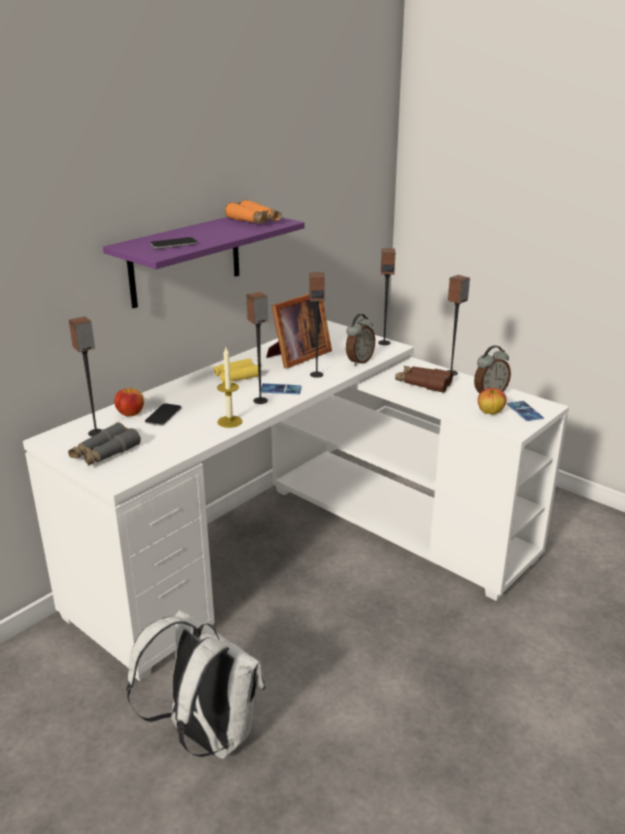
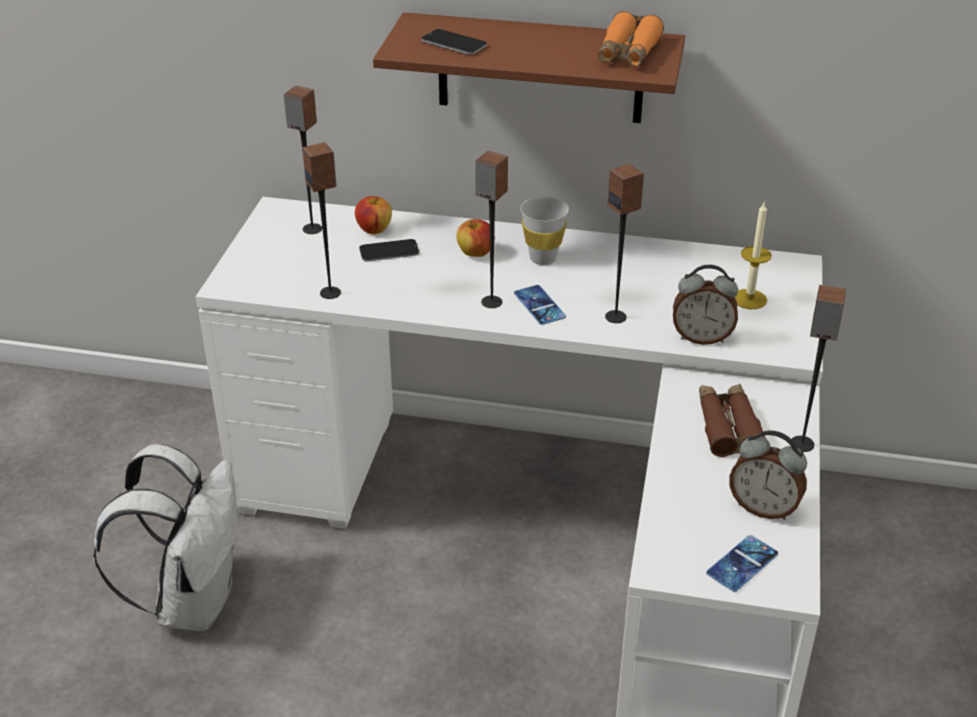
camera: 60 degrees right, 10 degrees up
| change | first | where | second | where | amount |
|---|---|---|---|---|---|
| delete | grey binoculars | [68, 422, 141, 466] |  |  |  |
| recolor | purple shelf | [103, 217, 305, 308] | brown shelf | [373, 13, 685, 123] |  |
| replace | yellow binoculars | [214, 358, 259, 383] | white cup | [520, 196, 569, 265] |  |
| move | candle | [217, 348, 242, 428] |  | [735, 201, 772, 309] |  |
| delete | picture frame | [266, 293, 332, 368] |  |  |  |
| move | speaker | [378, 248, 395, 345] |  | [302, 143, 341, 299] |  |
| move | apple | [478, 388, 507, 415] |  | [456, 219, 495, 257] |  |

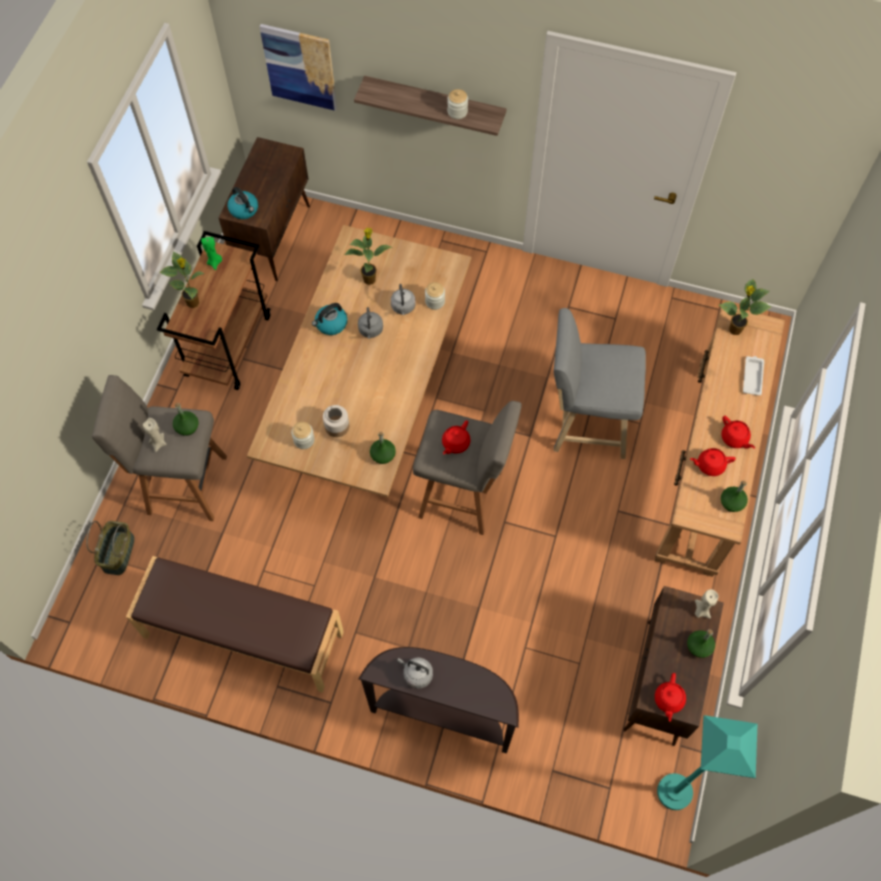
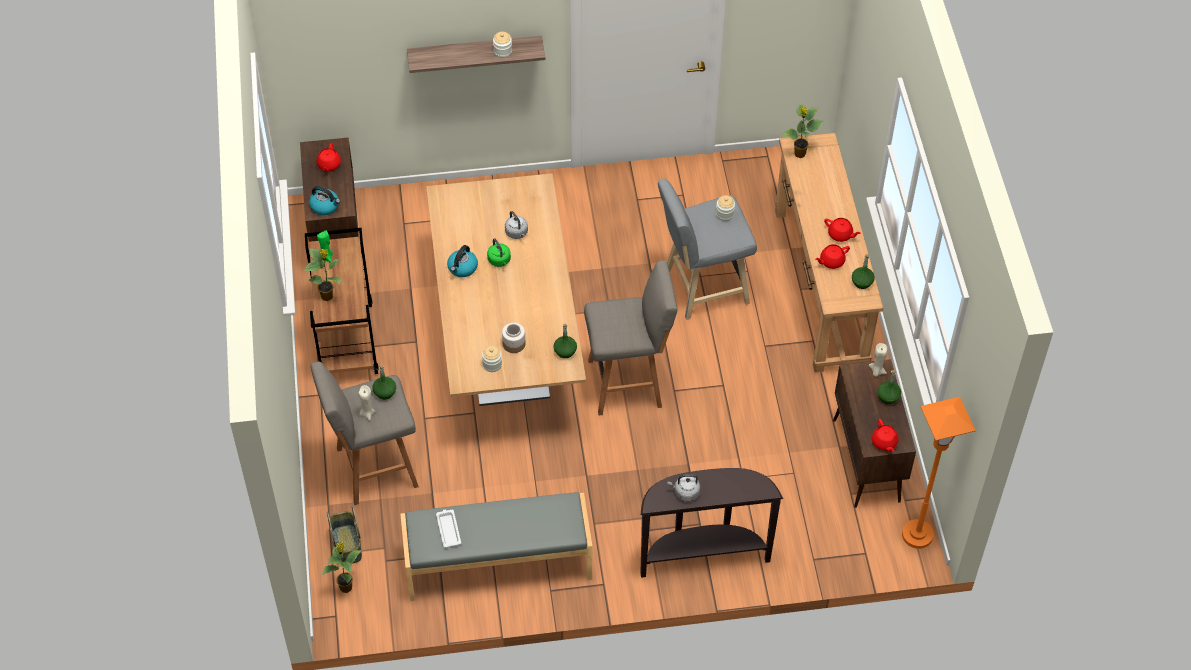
camera: 25 degrees left, 10 degrees down
| change | first | where | second | where | amount |
|---|---|---|---|---|---|
| recolor | brown bench | [126, 556, 344, 693] | grey bench | [400, 492, 592, 601] |  |
| delete | picture | [259, 24, 337, 111] |  |  |  |
| move | potted plant | [344, 228, 392, 285] |  | [322, 542, 362, 593] |  |
| recolor | grey kettle | [358, 307, 383, 339] | green kettle | [487, 238, 511, 267] |  |
| move | jar | [425, 282, 445, 310] |  | [716, 195, 735, 221] |  |
| move | red teapot | [442, 420, 471, 454] |  | [316, 143, 341, 172] |  |
| recolor | turquoise floor lamp | [657, 715, 757, 810] | orange floor lamp | [902, 397, 976, 549] |  |
| move | white tray | [743, 356, 764, 396] |  | [436, 510, 461, 548] |  |

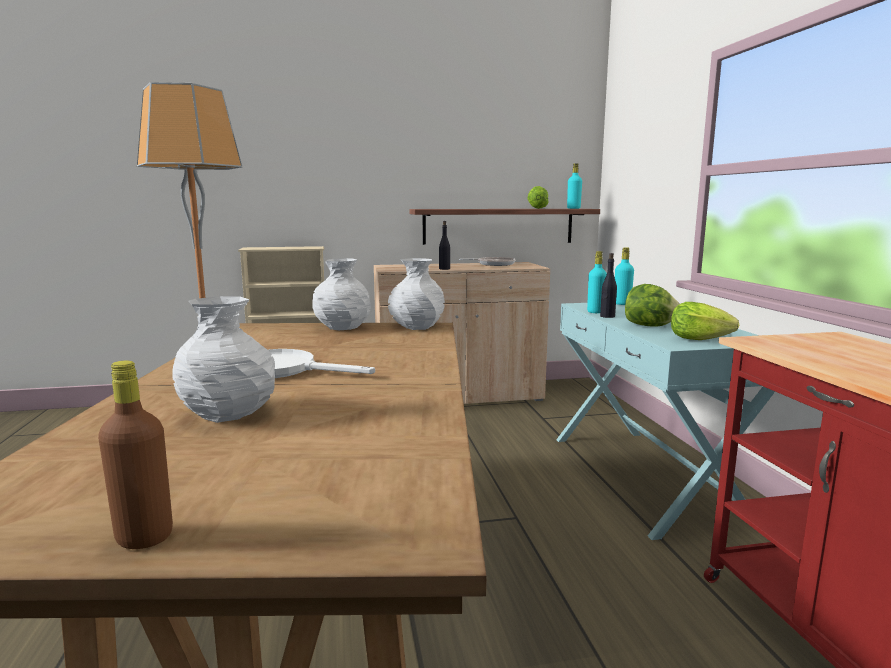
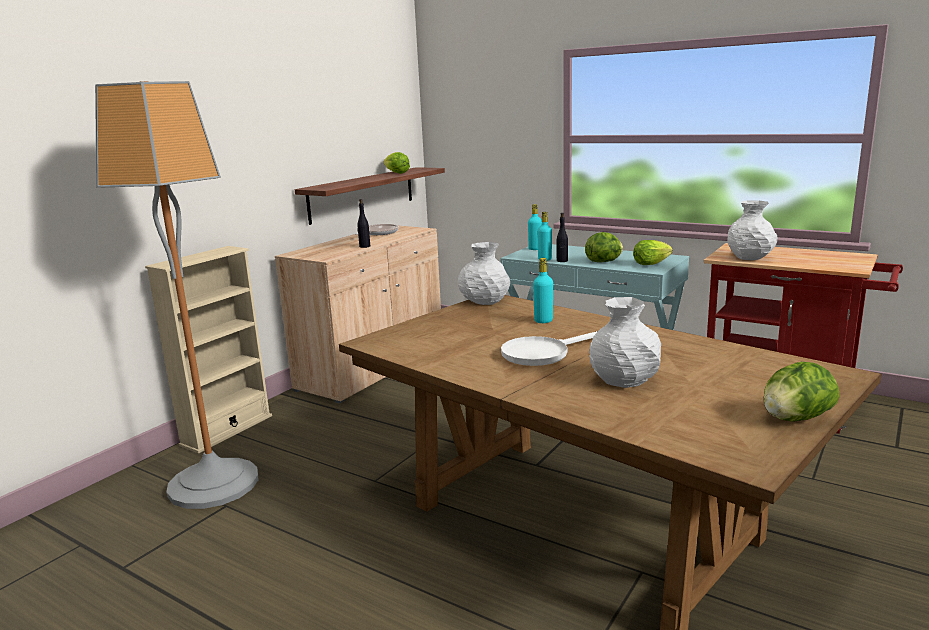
camera: 45 degrees left, 5 degrees up
| change | first | where | second | where | amount |
|---|---|---|---|---|---|
| replace | brown bottle | [98, 361, 173, 549] | lettuce | [764, 362, 840, 421] |  |
| move | white vase | [312, 258, 371, 330] |  | [727, 200, 778, 260] |  |
| move | turquoise bottle | [567, 163, 582, 209] |  | [533, 258, 553, 323] |  |

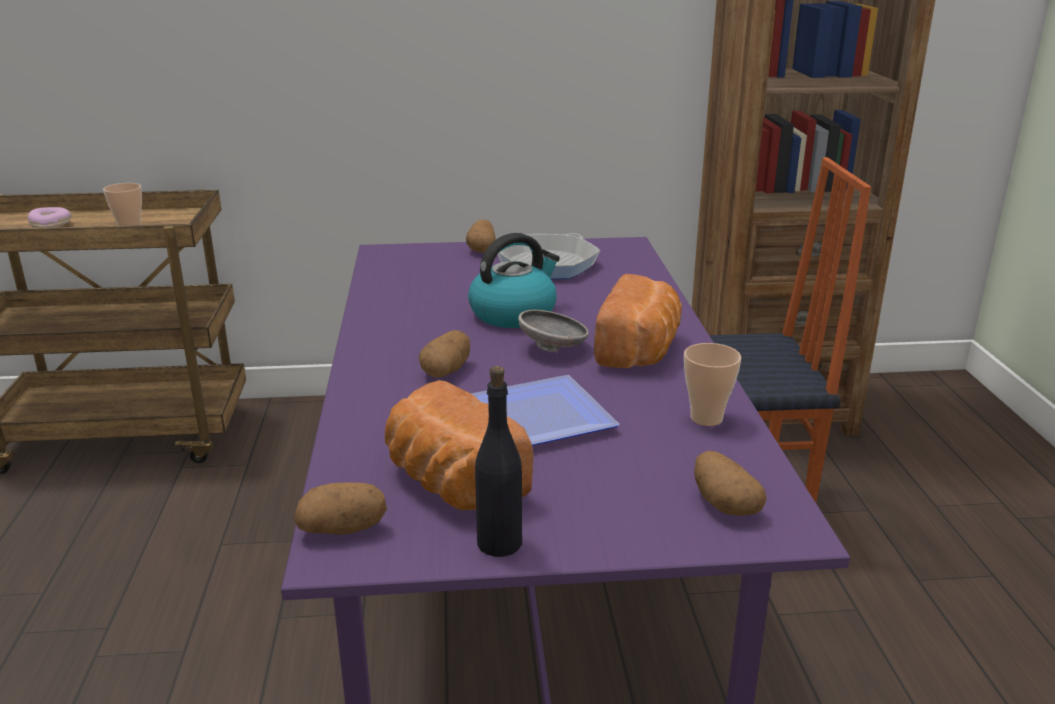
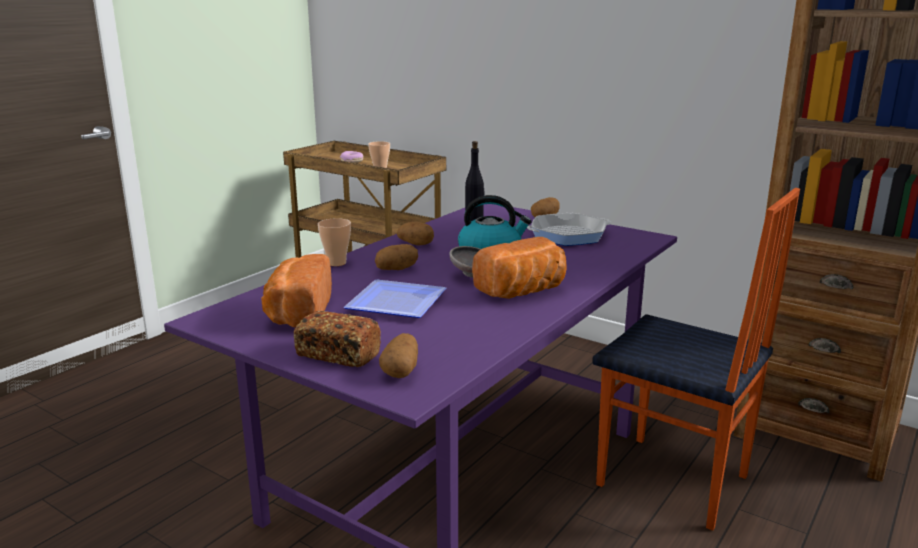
camera: 40 degrees right, 5 degrees down
| change | first | where | second | where | amount |
|---|---|---|---|---|---|
| move | potato | [294, 483, 387, 535] |  | [397, 222, 434, 246] |  |
| move | black bottle | [475, 366, 522, 557] |  | [465, 141, 484, 221] |  |
| move | cup | [684, 343, 741, 426] |  | [318, 218, 351, 266] |  |
| insert |  |  | bread | [294, 311, 381, 367] |  |

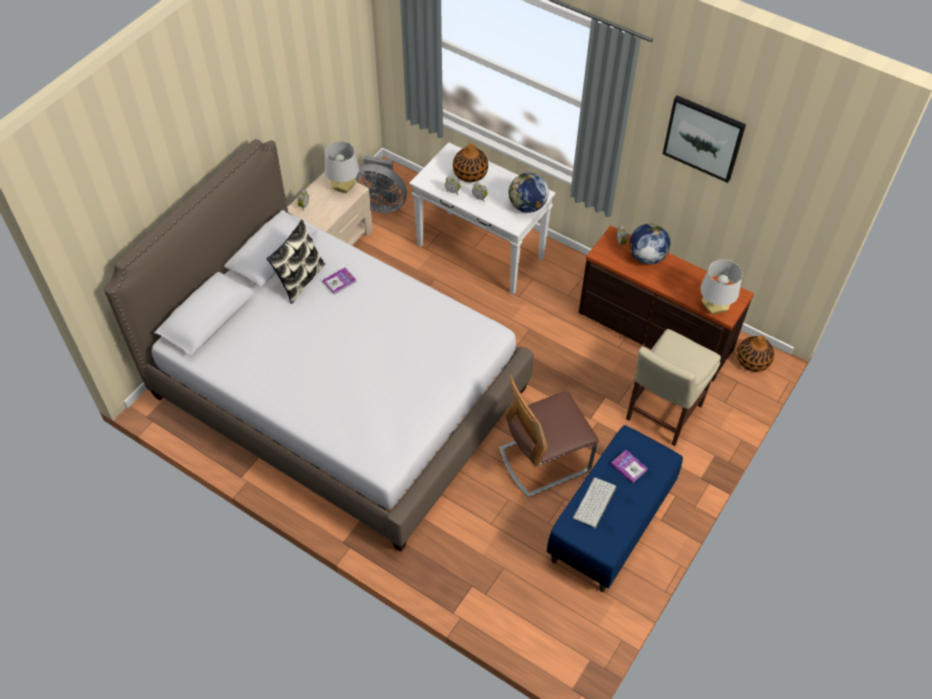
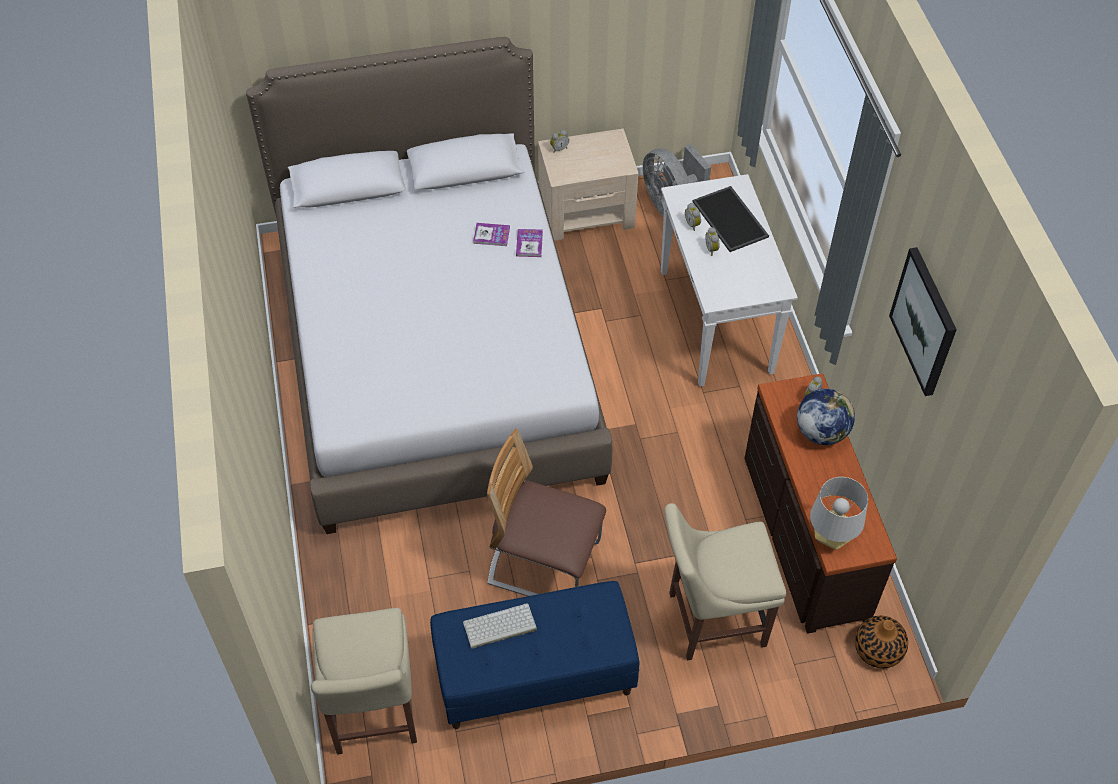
camera: 45 degrees right, 0 degrees up
| change | first | where | second | where | amount |
|---|---|---|---|---|---|
| delete | pillow | [267, 220, 325, 304] |  |  |  |
| delete | grey table lamp | [325, 141, 359, 193] |  |  |  |
| replace | vase | [453, 143, 488, 182] | tray | [693, 186, 769, 252] |  |
| delete | globe | [508, 173, 549, 213] |  |  |  |
| move | book | [611, 450, 648, 483] |  | [516, 229, 543, 257] |  |
| insert |  |  | beige chair | [311, 608, 417, 755] |  |

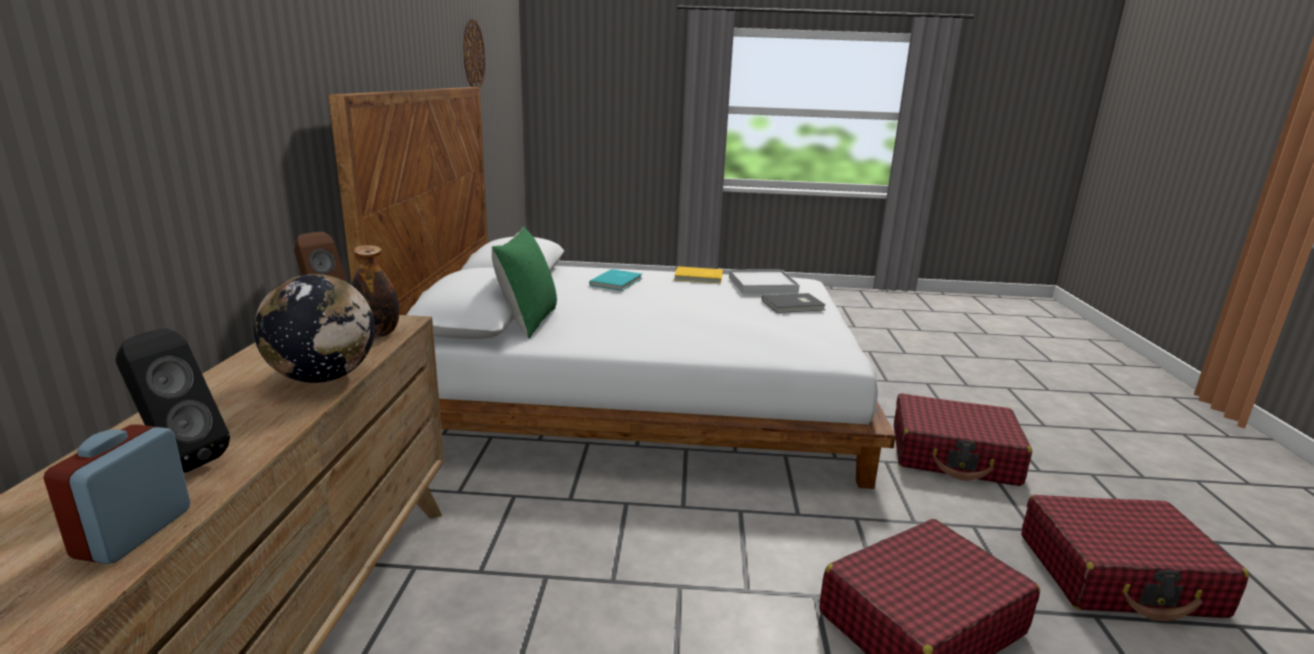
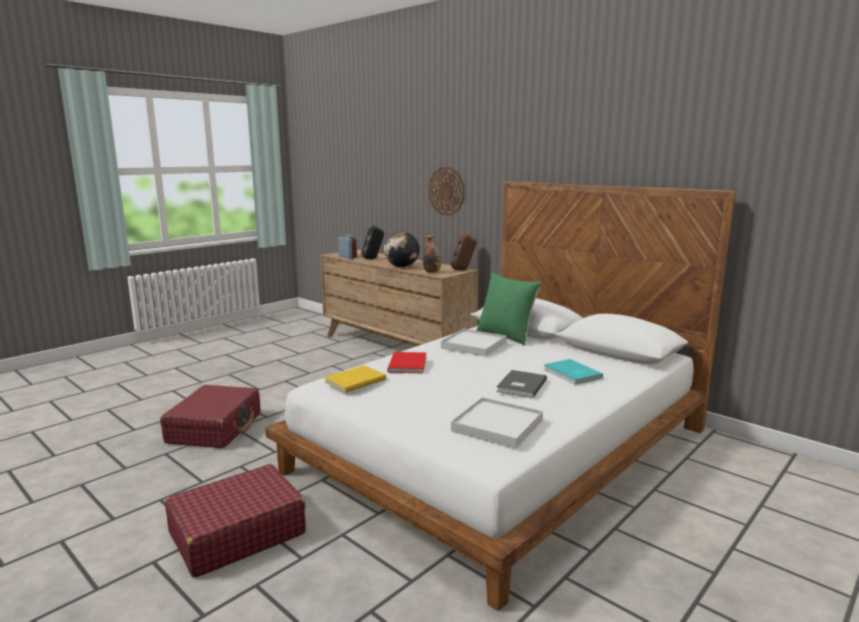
camera: 130 degrees right, 5 degrees down
| change | first | where | second | where | amount |
|---|---|---|---|---|---|
| move | wall clock | [463, 19, 485, 88] |  | [429, 167, 465, 216] |  |
| move | yellow book | [674, 266, 723, 284] |  | [324, 365, 386, 393] |  |
| move | grey book | [762, 293, 826, 313] |  | [496, 370, 547, 398] |  |
| delete | red suitcase | [1021, 495, 1249, 621] |  |  |  |
| insert |  |  | red book | [387, 352, 426, 373] |  |
| insert |  |  | white tray | [441, 329, 506, 357] |  |

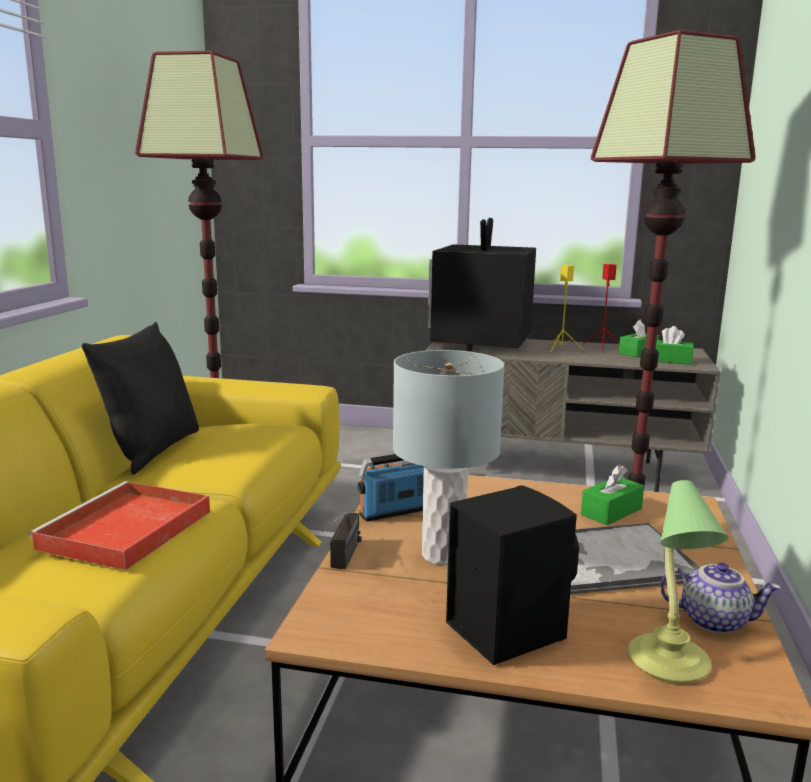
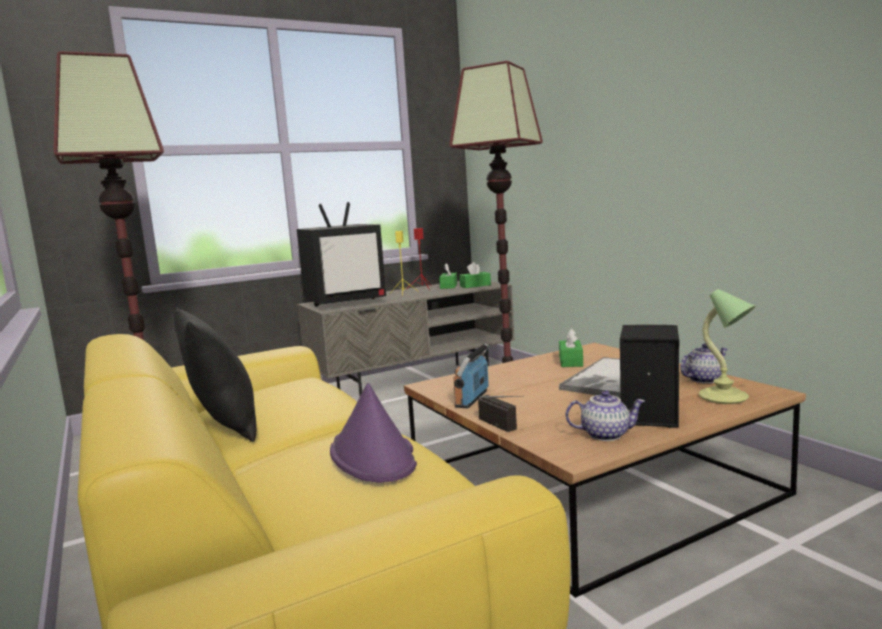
camera: 40 degrees left, 5 degrees down
| change | first | where | second | where | amount |
|---|---|---|---|---|---|
| replace | red tray | [28, 481, 210, 570] | purple hat | [330, 383, 417, 483] |  |
| delete | grey table lamp | [393, 350, 505, 565] |  |  |  |
| rotate | television | [428, 218, 536, 351] |  | [297, 202, 386, 307] | 90 degrees counterclockwise |
| insert |  |  | teapot | [566, 391, 645, 441] |  |

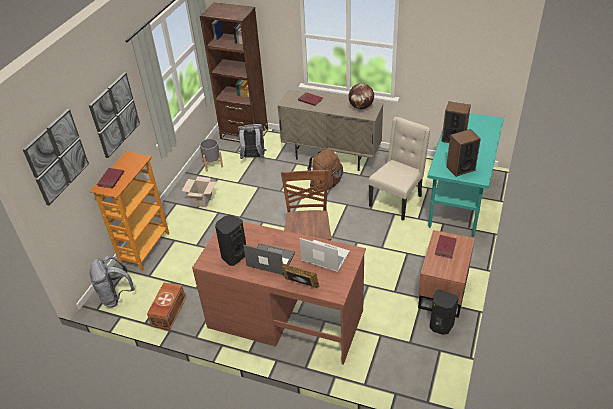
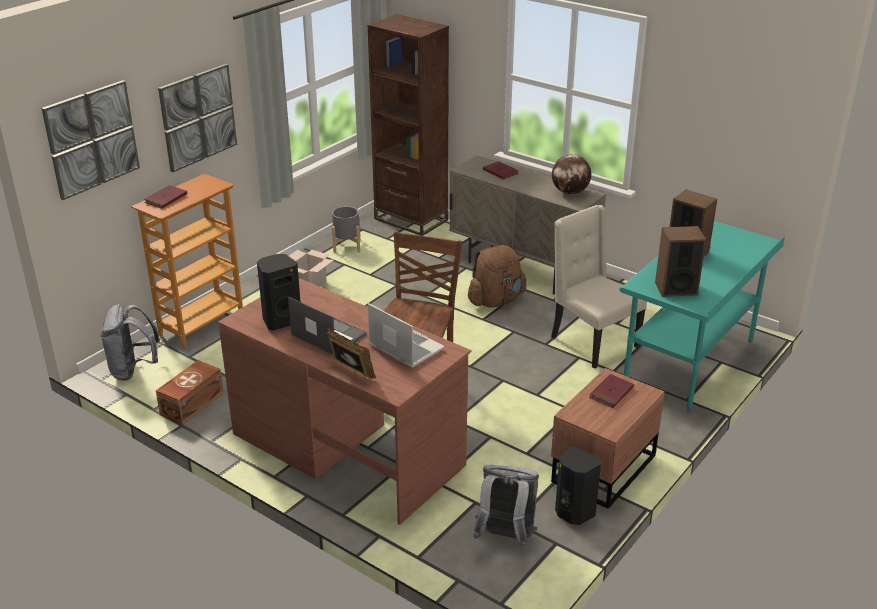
camera: 15 degrees right, 10 degrees down
| change | first | where | second | where | amount |
|---|---|---|---|---|---|
| move | grey backpack | [238, 124, 266, 159] |  | [474, 465, 539, 548] |  |
| rotate | beige chair | [368, 117, 431, 220] |  | [551, 205, 647, 369] | 90 degrees counterclockwise |

